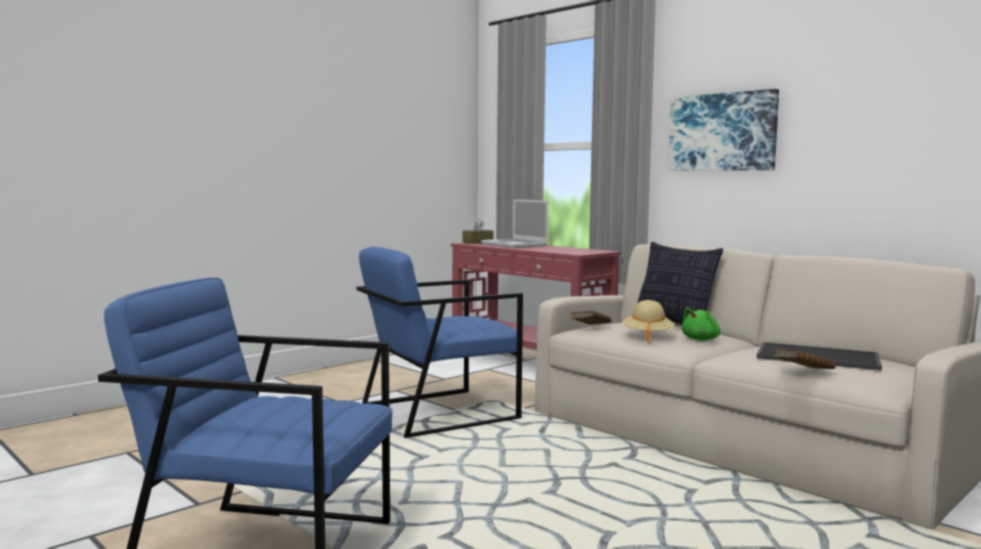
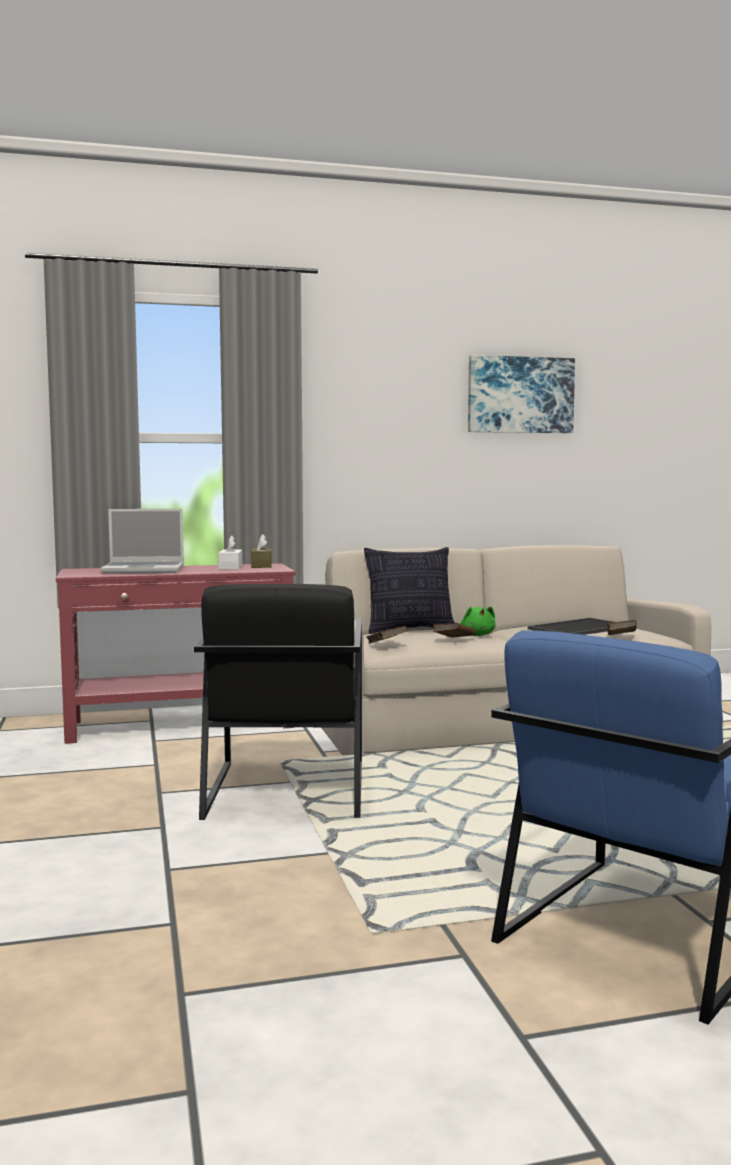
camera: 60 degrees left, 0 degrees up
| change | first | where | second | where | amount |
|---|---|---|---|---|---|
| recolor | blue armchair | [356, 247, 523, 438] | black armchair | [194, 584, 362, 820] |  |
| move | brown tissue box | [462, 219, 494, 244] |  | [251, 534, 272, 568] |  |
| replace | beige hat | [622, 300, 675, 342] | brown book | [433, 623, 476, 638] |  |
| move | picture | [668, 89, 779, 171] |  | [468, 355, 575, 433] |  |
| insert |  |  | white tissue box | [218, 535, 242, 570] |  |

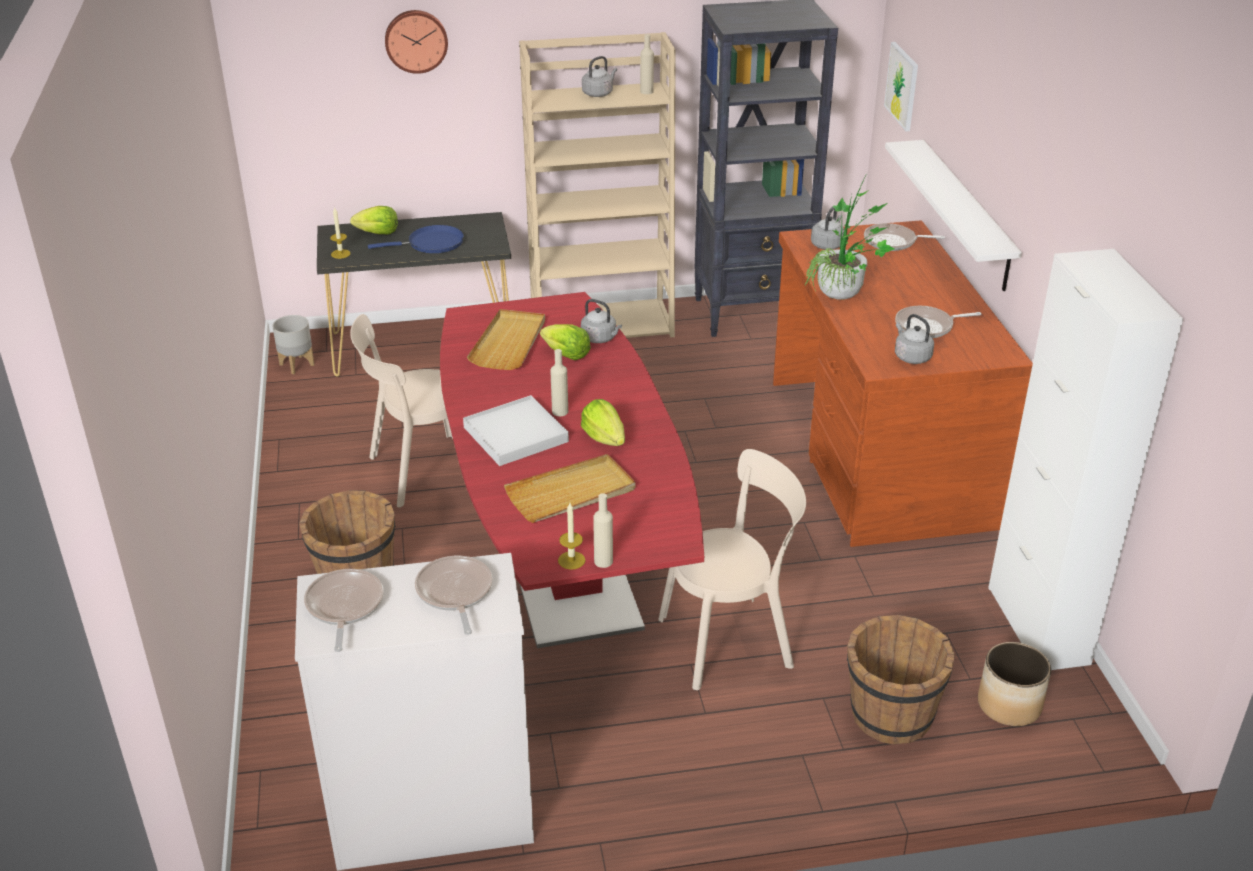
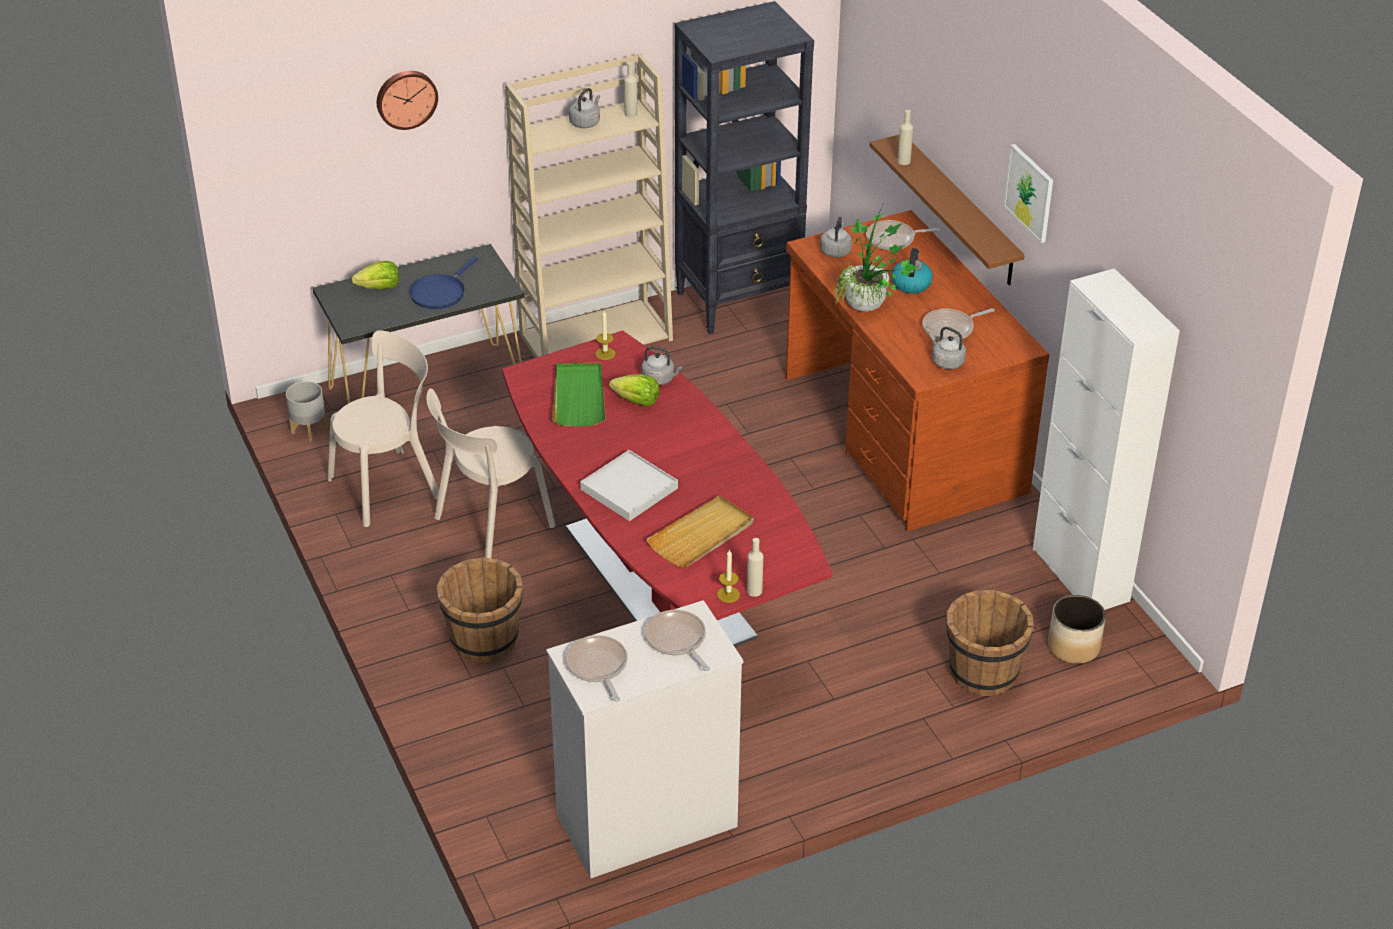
camera: 15 degrees left, 5 degrees up
| change | first | where | second | where | amount |
|---|---|---|---|---|---|
| move | candle | [330, 208, 351, 259] |  | [595, 311, 615, 360] |  |
| rotate | blue frying pan | [368, 225, 464, 253] |  | [409, 257, 478, 309] | 150 degrees clockwise |
| recolor | beige tray | [467, 309, 545, 370] | green tray | [552, 362, 606, 426] |  |
| move | beige bottle | [550, 349, 568, 416] |  | [897, 110, 913, 165] |  |
| delete | lettuce | [581, 399, 625, 446] |  |  |  |
| move | beige chair | [658, 449, 806, 690] |  | [327, 331, 439, 527] |  |
| move | picture | [884, 42, 918, 131] |  | [1004, 144, 1053, 243] |  |
| recolor | white shelf | [885, 140, 1022, 291] | brown shelf | [870, 135, 1024, 285] |  |
| insert |  |  | kettle | [891, 248, 933, 294] |  |

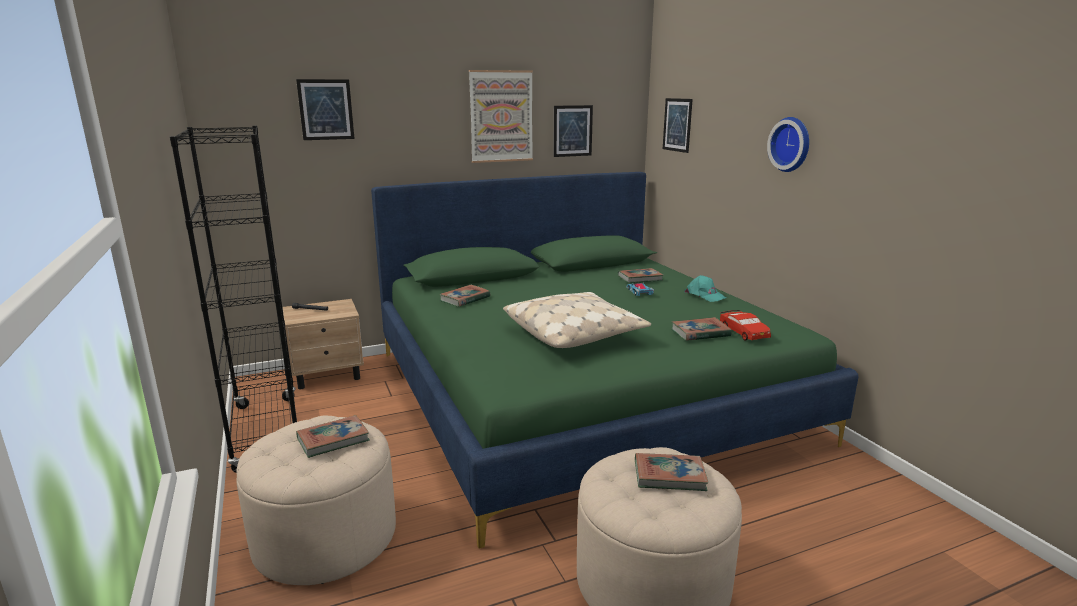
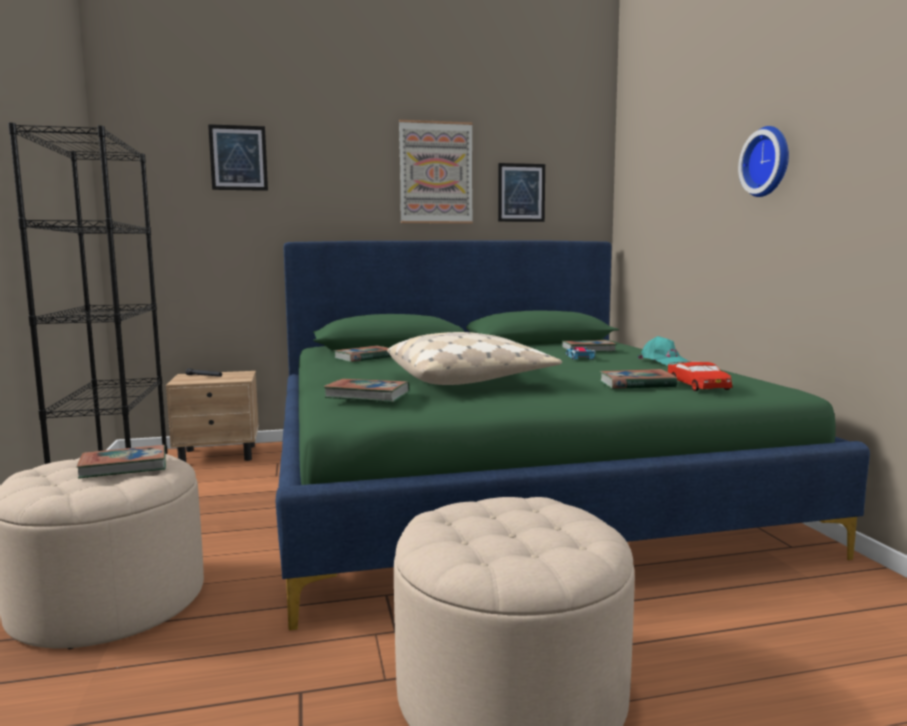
camera: 10 degrees right, 10 degrees down
| change | first | where | second | where | amount |
|---|---|---|---|---|---|
| move | book | [635, 453, 708, 491] |  | [324, 379, 409, 402] |  |
| delete | picture | [663, 98, 693, 153] |  |  |  |

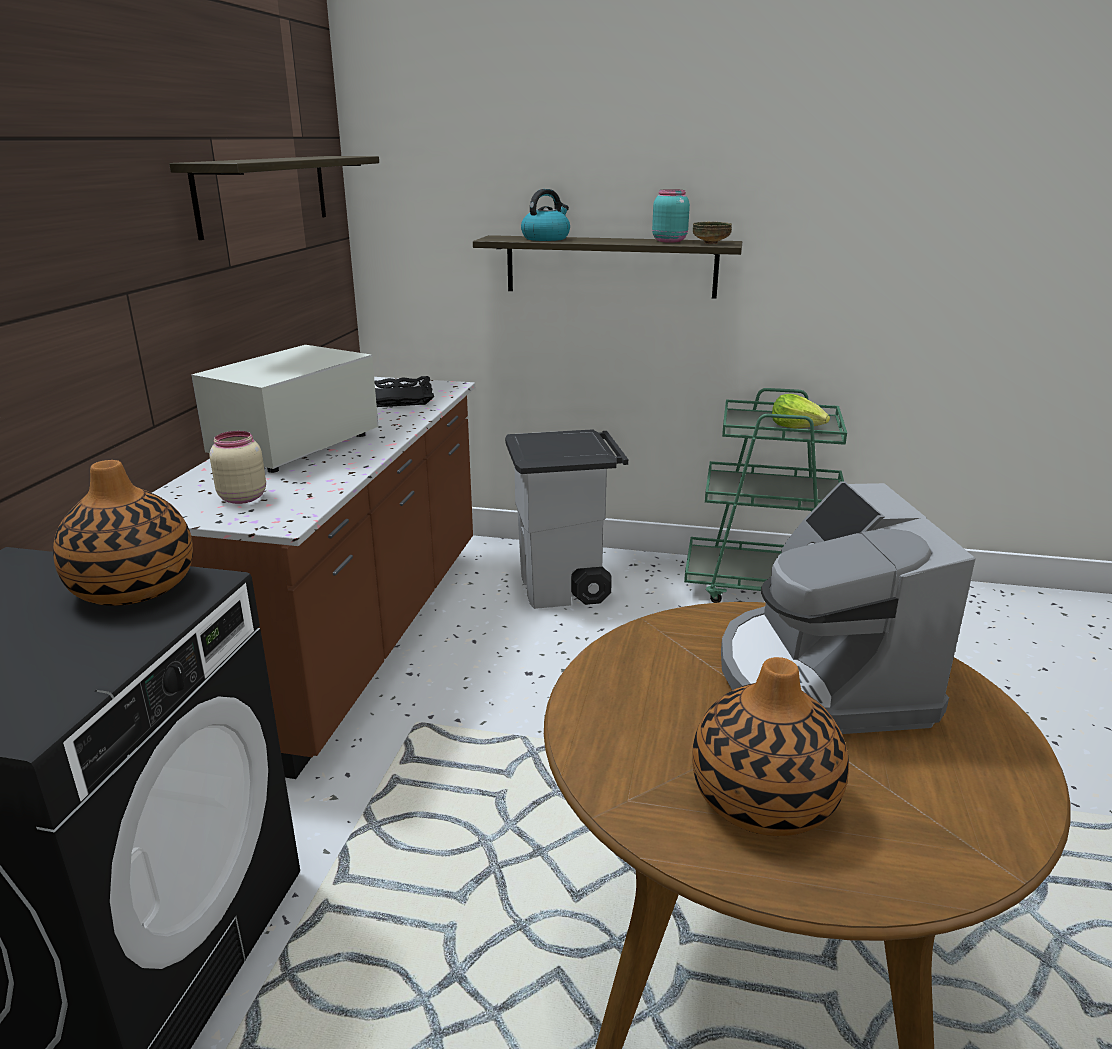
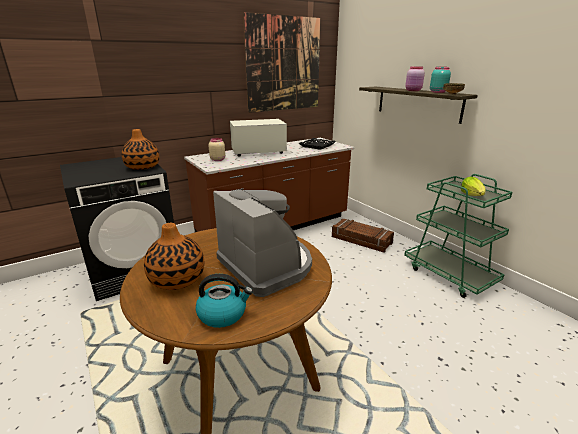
camera: 45 degrees right, 0 degrees up
| change | first | where | second | where | amount |
|---|---|---|---|---|---|
| replace | shelf | [169, 156, 379, 240] | picture | [243, 12, 321, 113] |  |
| replace | grey trash can | [505, 429, 628, 609] | crate | [332, 219, 394, 253] |  |
| move | kettle | [521, 189, 570, 241] |  | [196, 274, 253, 328] |  |
| rotate | coffee machine | [721, 481, 976, 734] |  | [213, 190, 312, 297] | 105 degrees clockwise |
| insert |  |  | pink jar | [405, 66, 425, 91] |  |

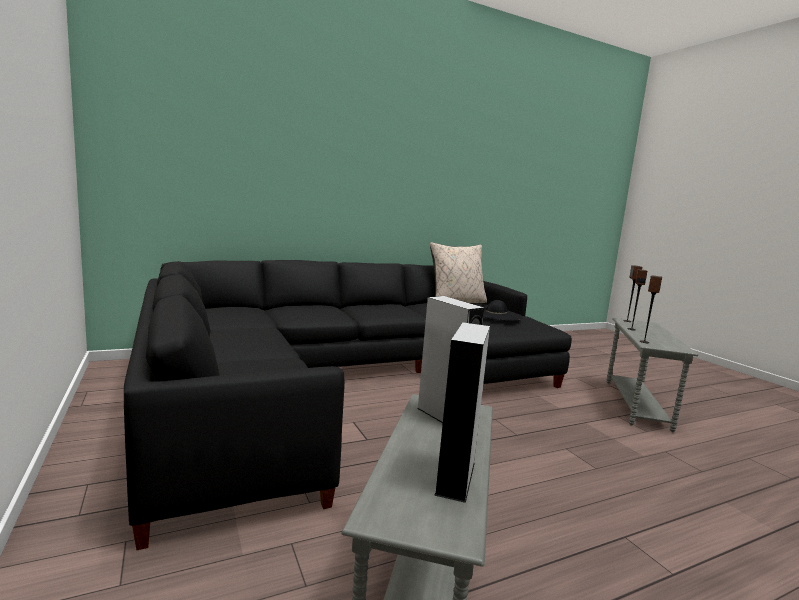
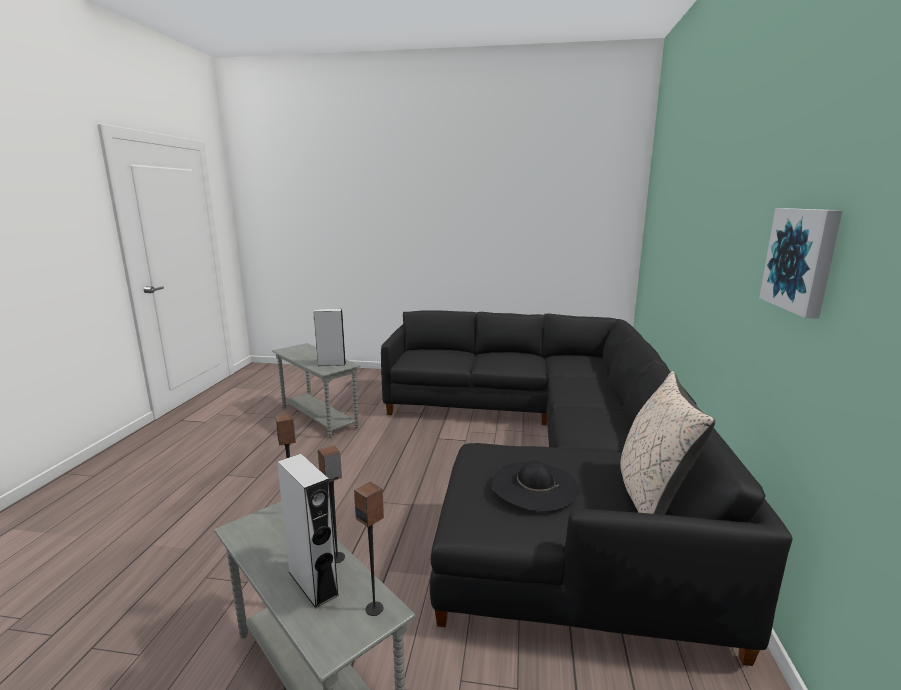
camera: 125 degrees right, 5 degrees up
| change | first | where | second | where | amount |
|---|---|---|---|---|---|
| move | grey speaker | [434, 322, 490, 503] |  | [277, 454, 339, 609] |  |
| insert |  |  | picture | [759, 208, 843, 319] |  |

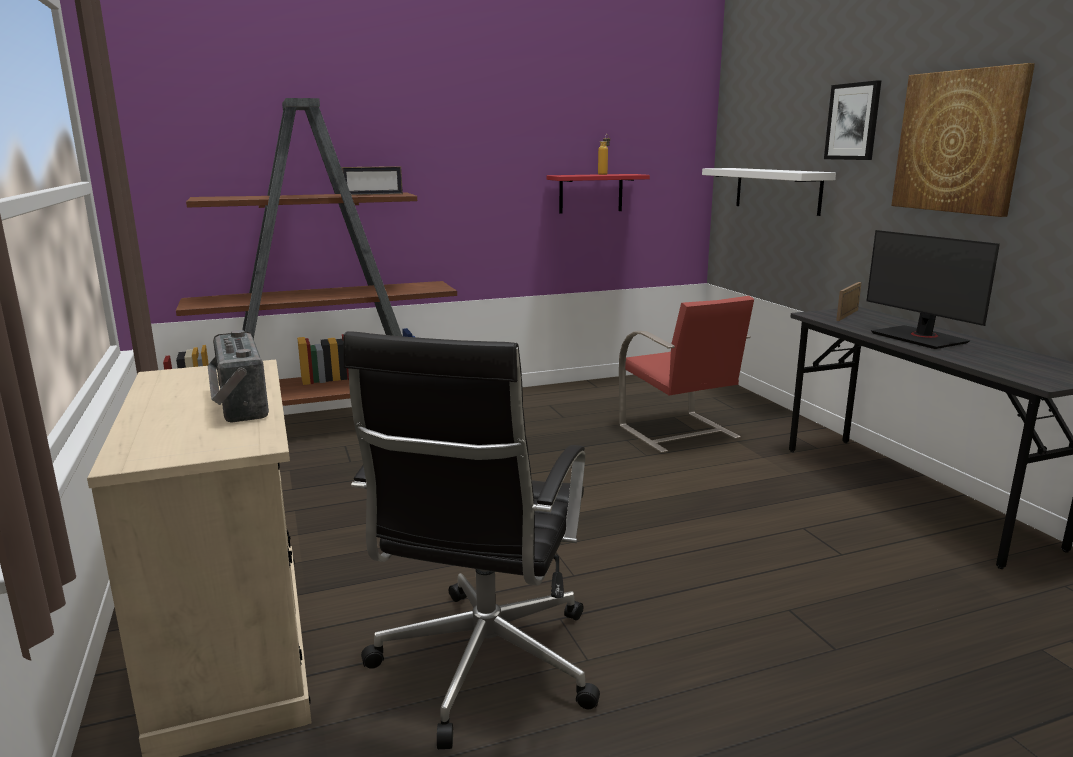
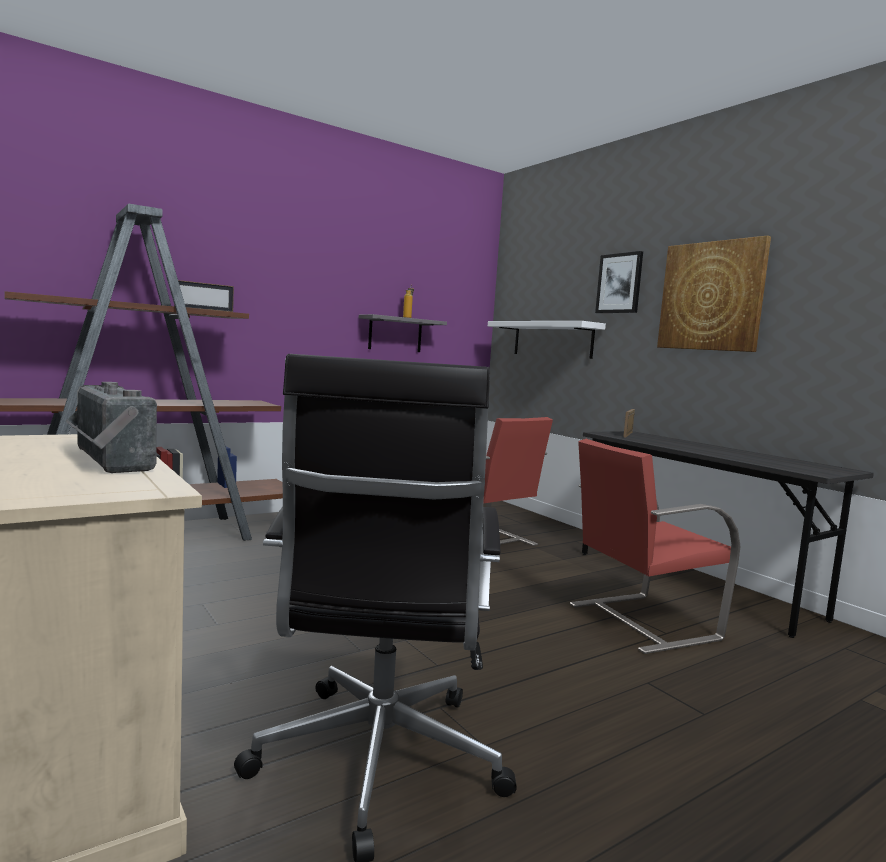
camera: 15 degrees left, 10 degrees down
| change | first | where | second | where | amount |
|---|---|---|---|---|---|
| recolor | red shelf | [547, 174, 650, 213] | grey shelf | [359, 314, 447, 352] |  |
| delete | monitor | [866, 230, 1000, 349] |  |  |  |
| insert |  |  | red chair | [570, 439, 741, 654] |  |

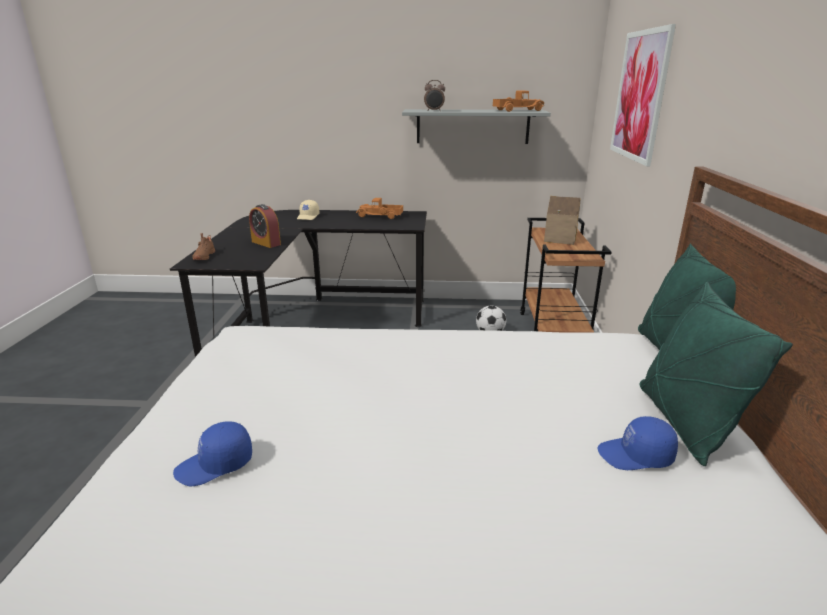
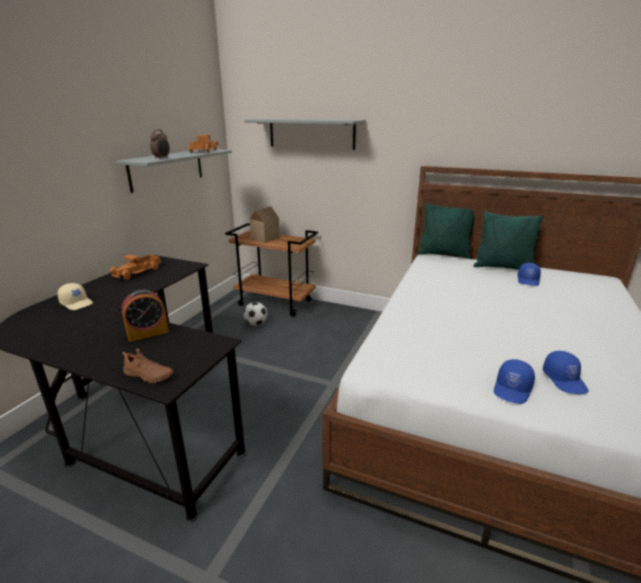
camera: 70 degrees left, 0 degrees up
| change | first | where | second | where | amount |
|---|---|---|---|---|---|
| replace | picture | [610, 24, 676, 166] | grey shelf | [245, 119, 366, 150] |  |
| insert |  |  | blue cap | [494, 359, 535, 404] |  |

